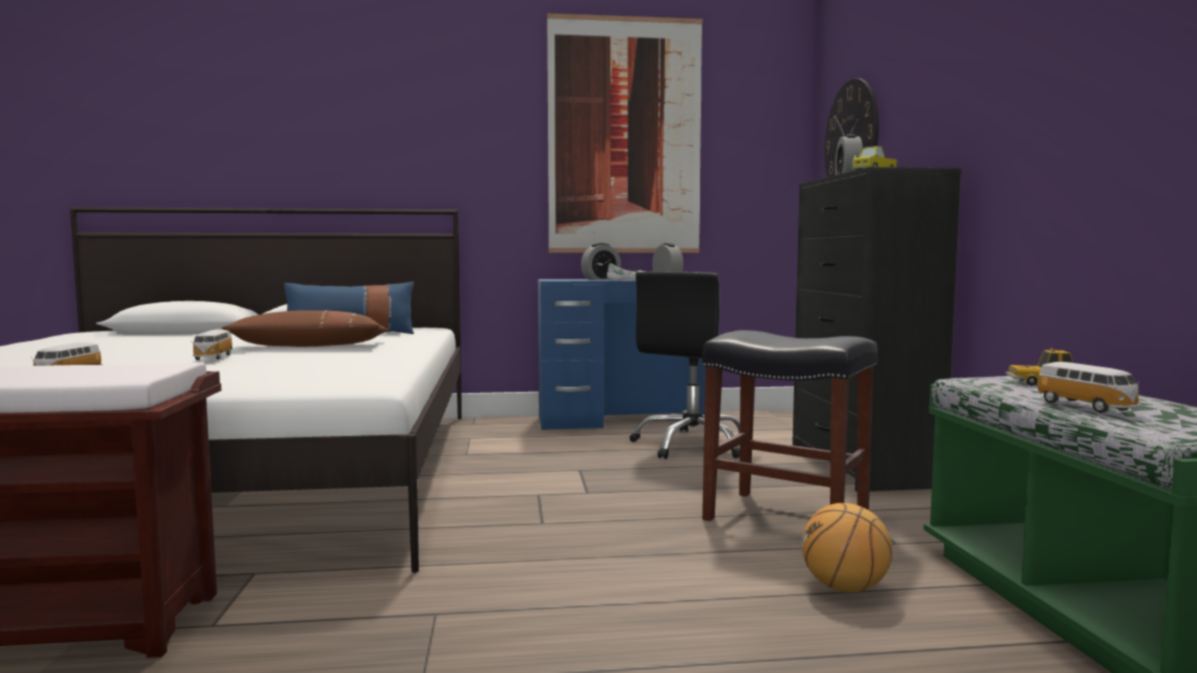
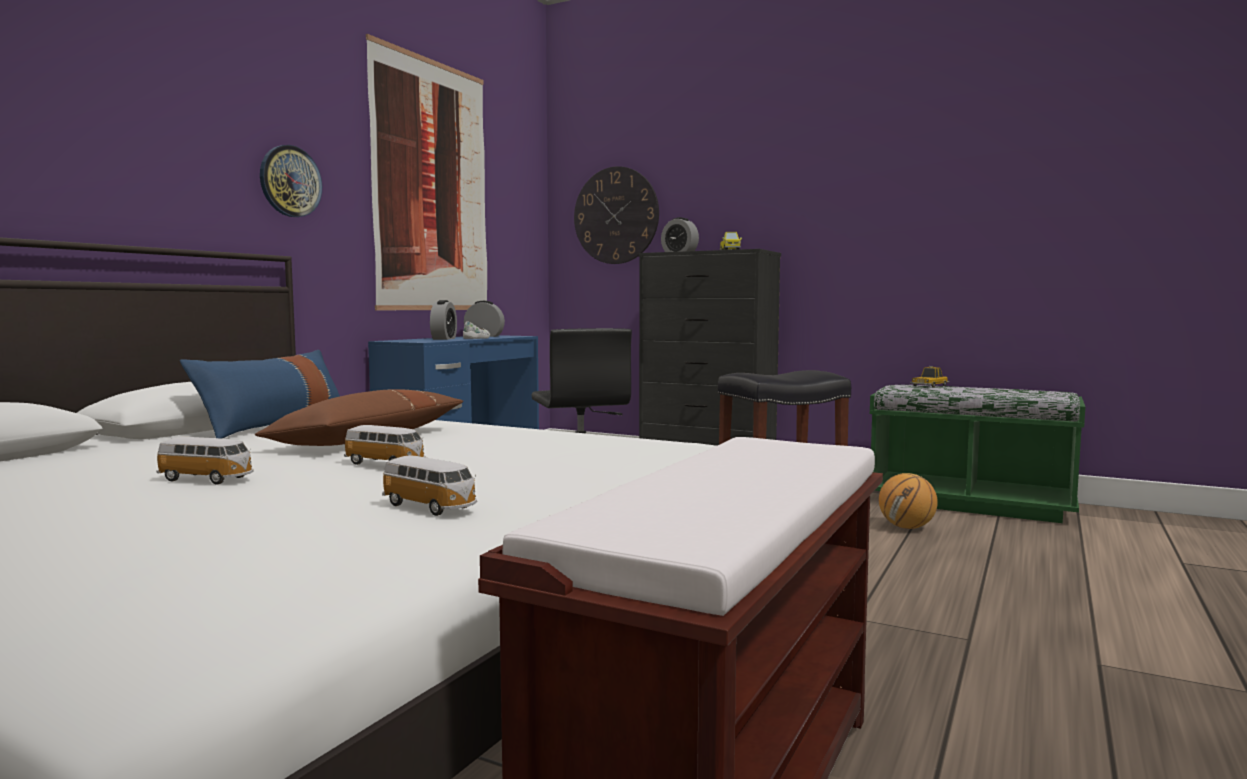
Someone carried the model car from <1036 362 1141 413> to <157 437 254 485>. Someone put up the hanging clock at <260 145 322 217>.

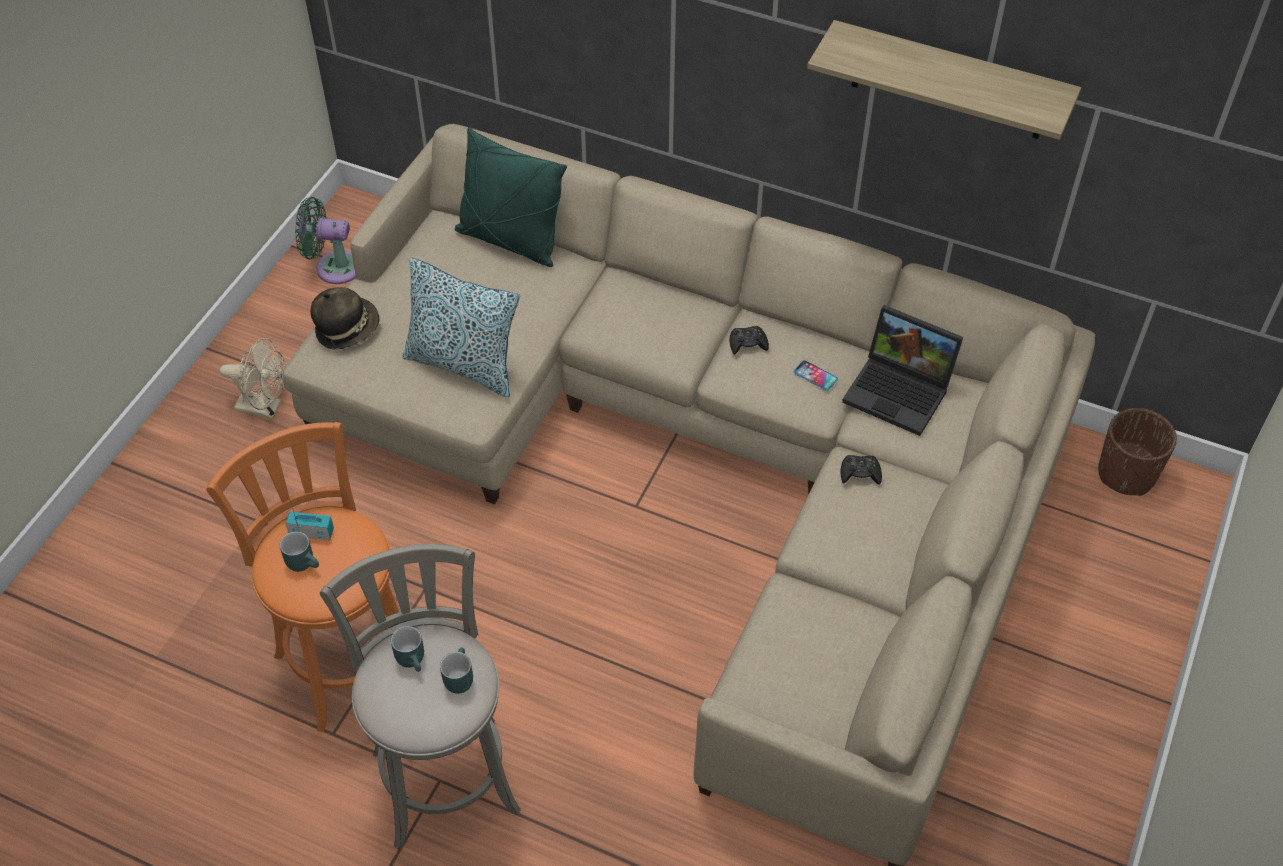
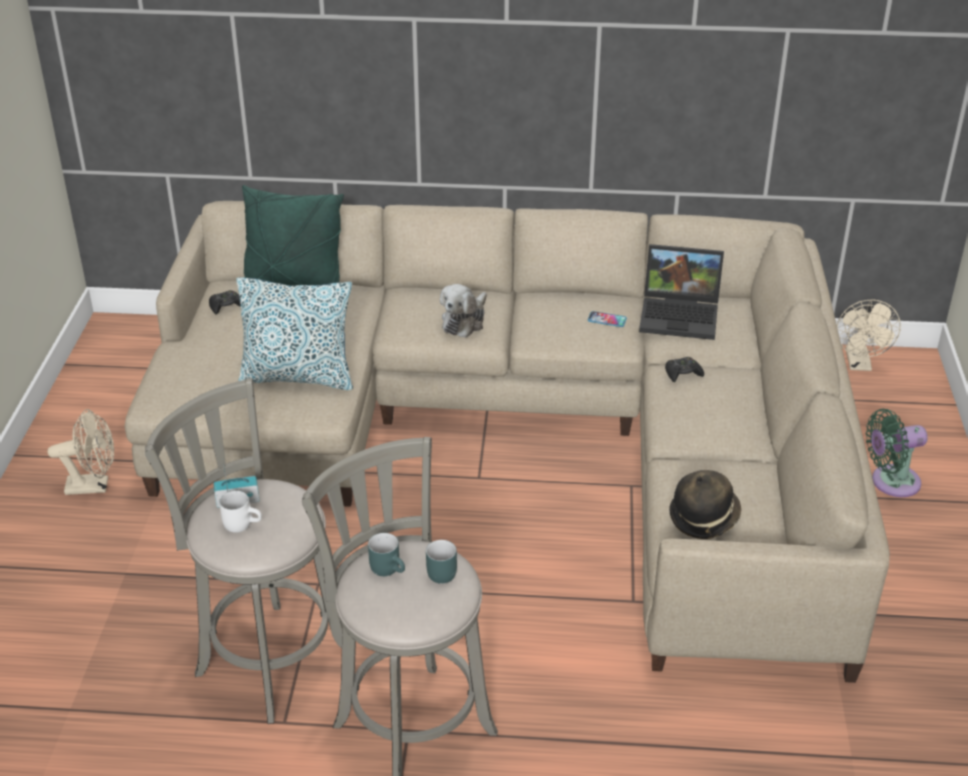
Someone repainted the sitting stool in orangey at <206 422 403 732>, which became the sitting stool in greyish at <145 378 342 724>. Someone repainted the mug in turquoise-coloured at <280 531 319 572>, which became the mug in white at <219 491 262 533>. Someone carried the electric fan in green from <295 197 356 284> to <866 409 928 497>. Someone carried the clothing hat from <310 287 379 349> to <669 470 741 539>. Someone carried the gamepad in black-coloured from <730 326 769 355> to <209 290 241 315>. Someone took away the wall shelf at <807 20 1081 140>. Someone swapped the plant pot in brownish at <1098 408 1177 496> for the electric fan in beige at <837 299 901 371>. Someone put down the cuddly toy at <440 284 487 338>.

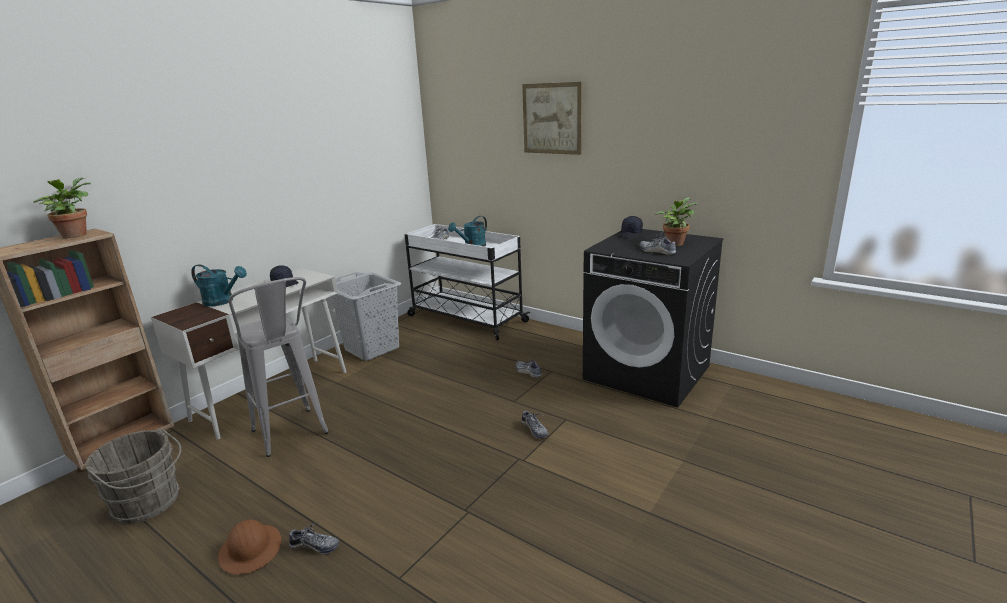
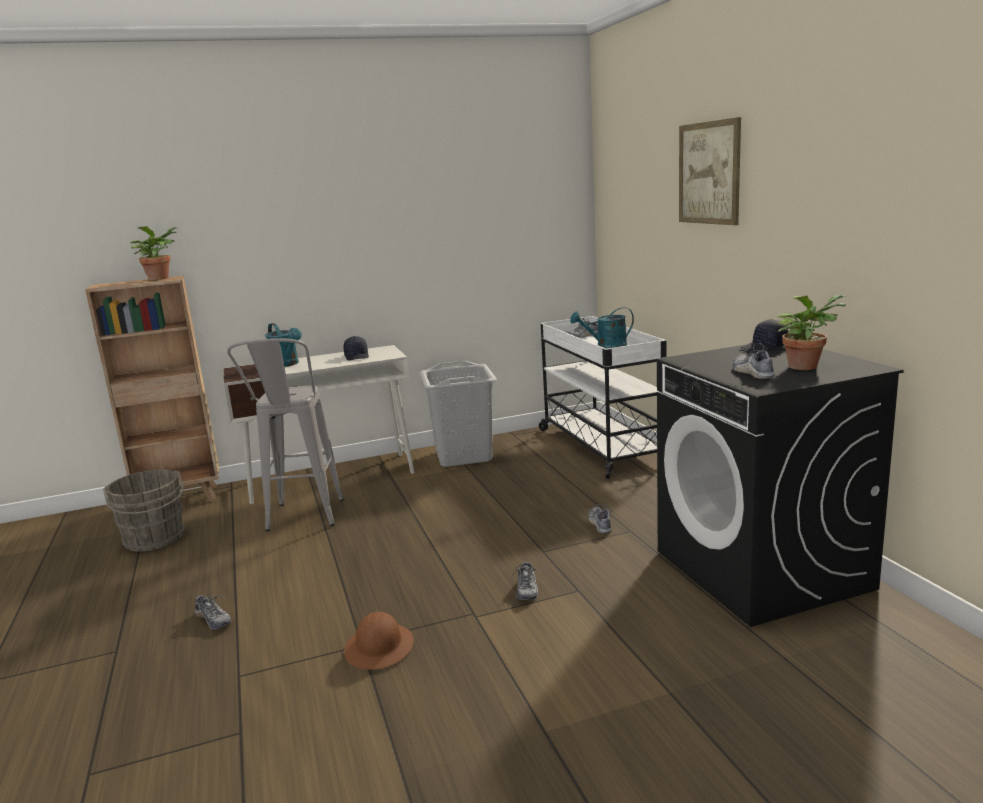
Someone carried the work helmet in brownish from <218 520 281 574> to <344 612 414 670>.

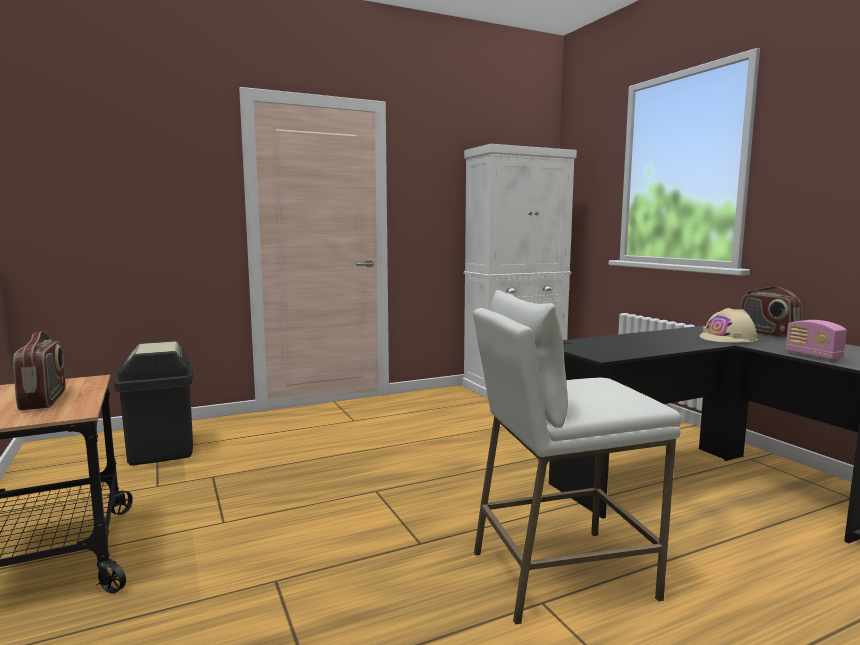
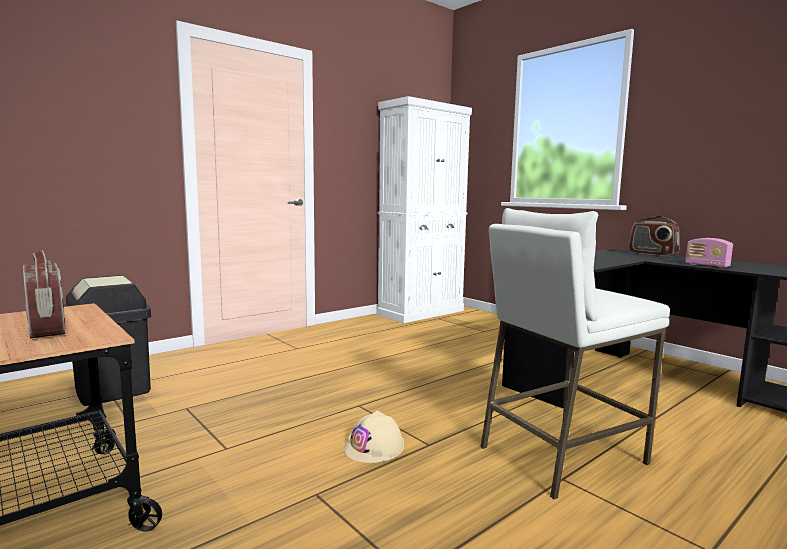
Someone carried the work helmet in beige from <699 308 757 343> to <344 411 404 463>.

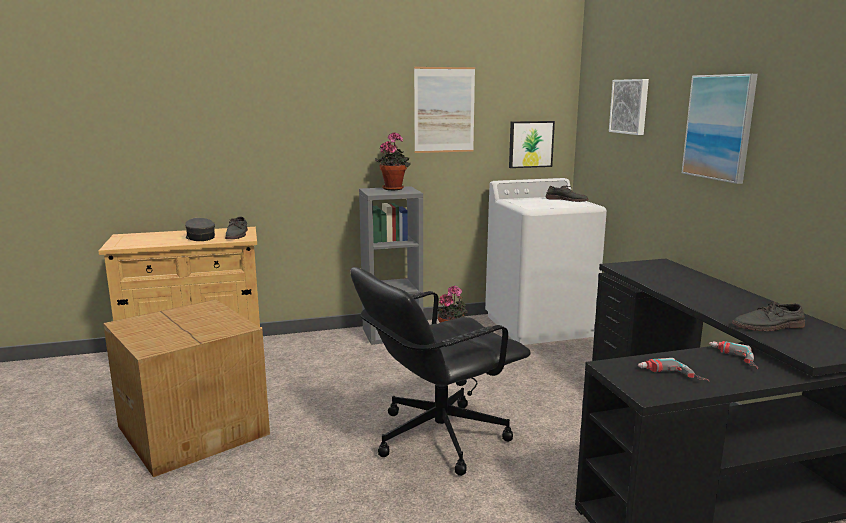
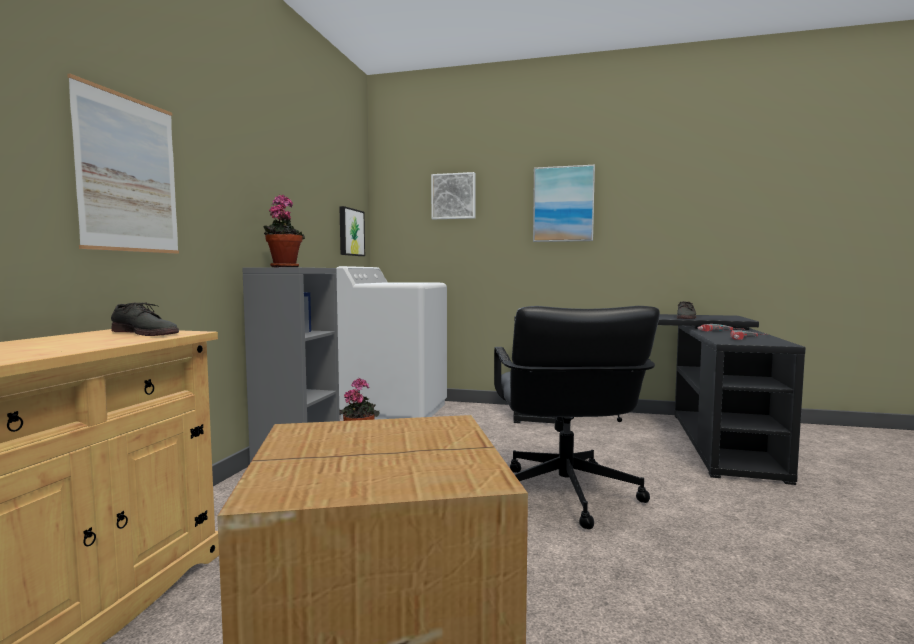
Someone took away the peaked cap in greyish at <185 218 215 241>. Someone carried the wall picture from <414 67 475 153> to <67 73 179 254>. Someone took away the shoe in greyish at <546 185 589 202>.

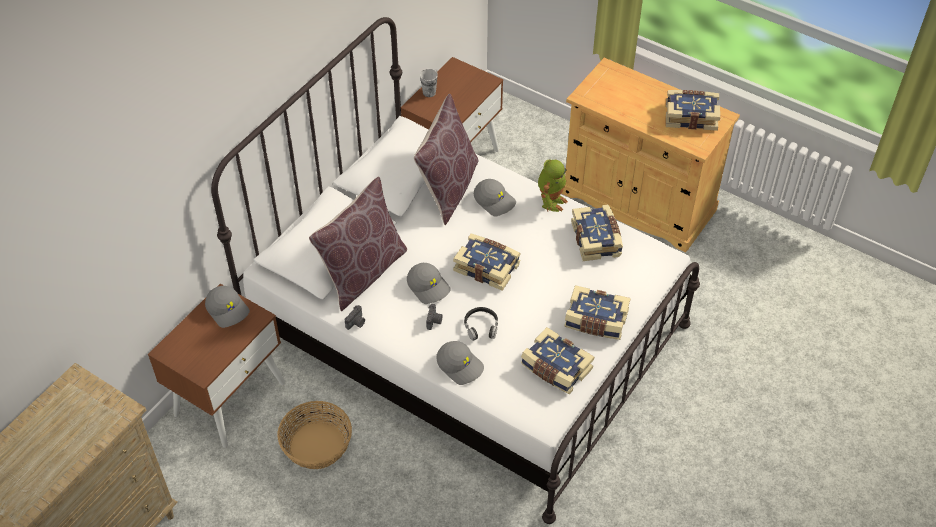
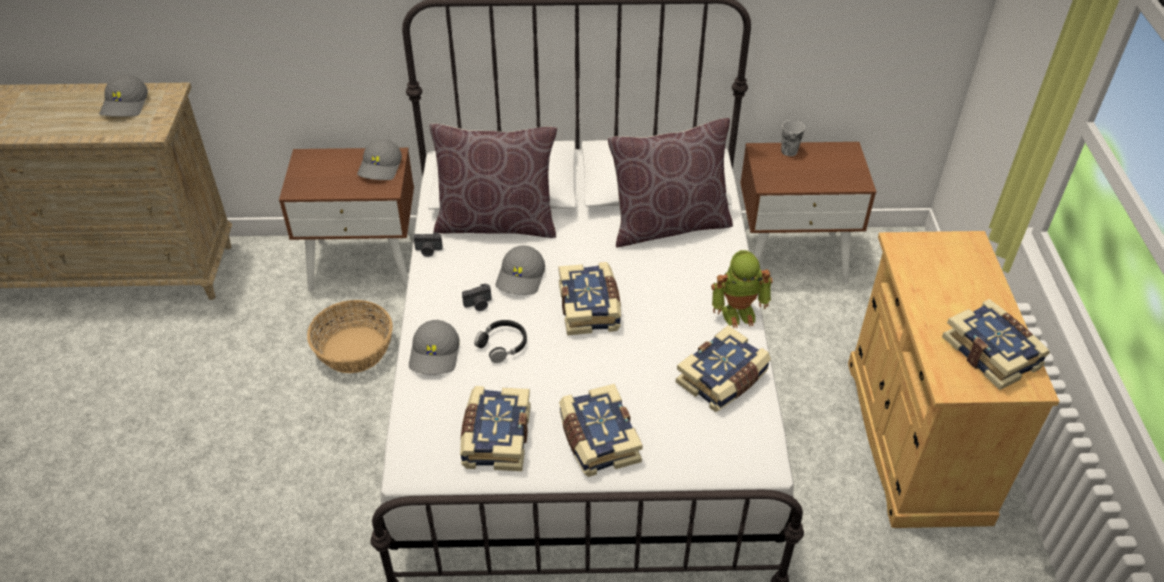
Someone carried the peaked cap in greyish from <474 179 516 217> to <99 74 148 117>.

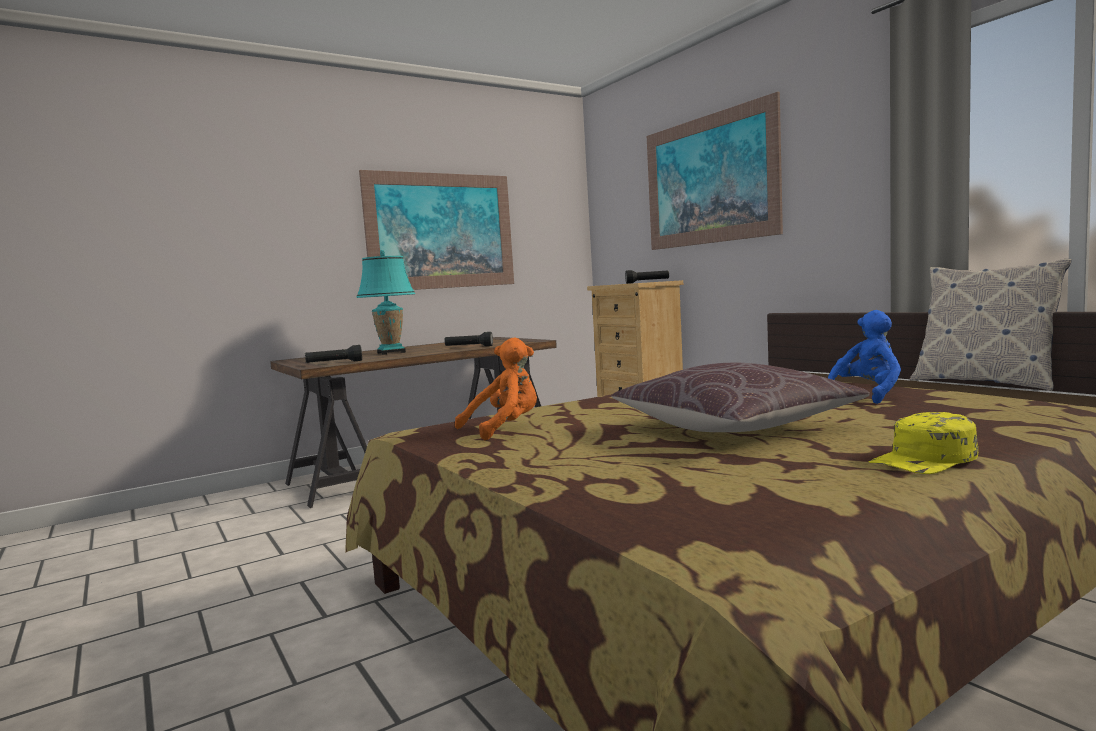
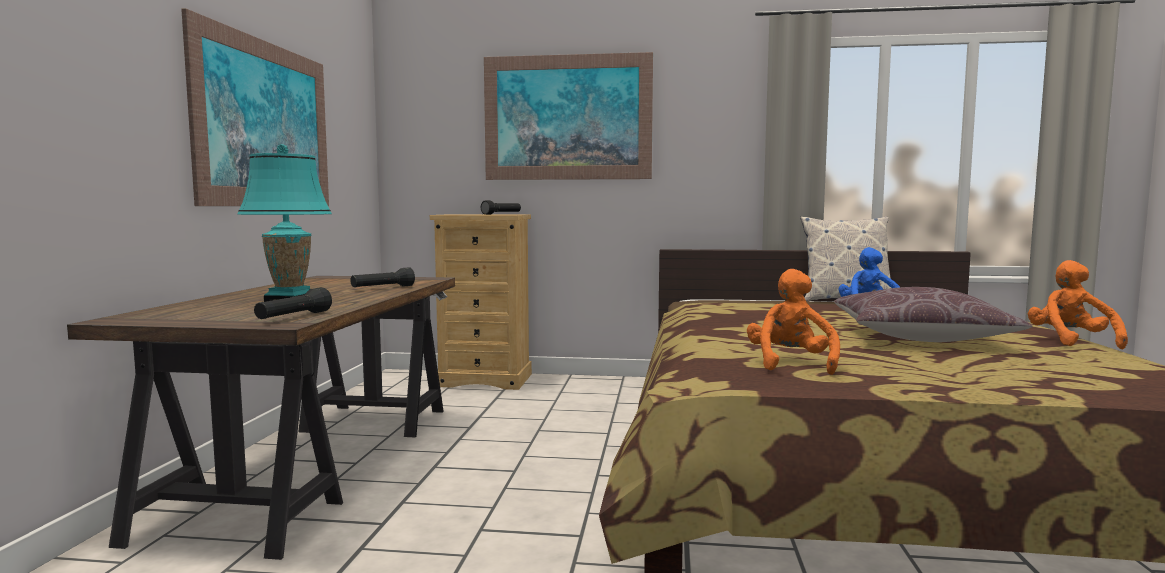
Someone swapped the peaked cap in yellow-coloured at <869 412 978 474> for the cuddly toy in orangey at <1028 260 1128 349>.

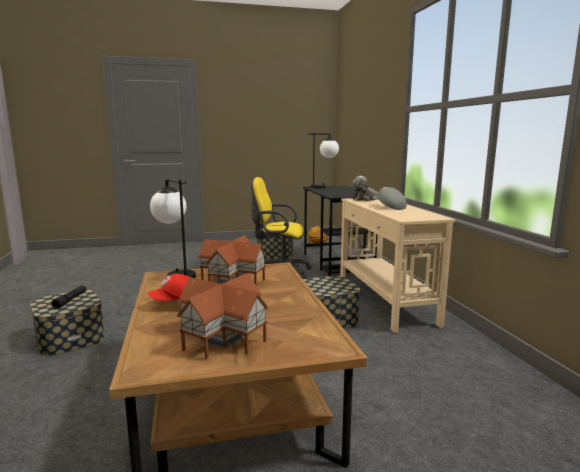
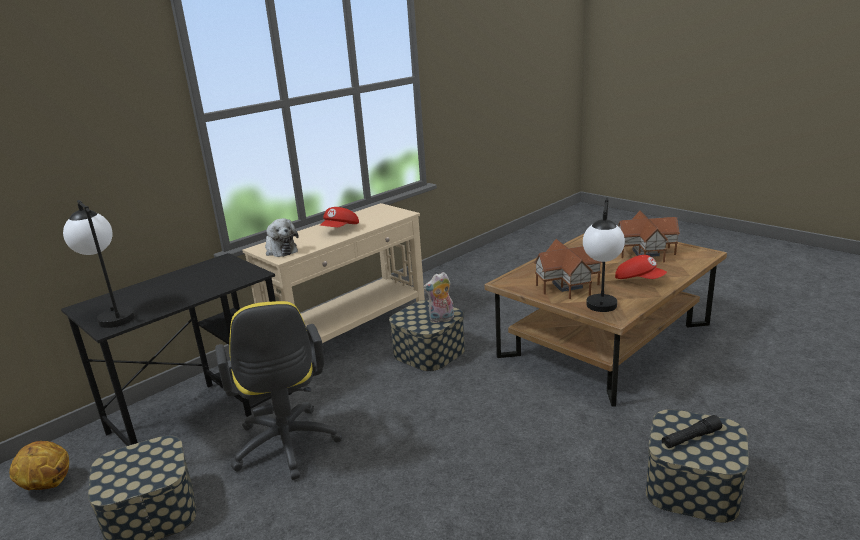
Someone repainted the peaked cap in greyish at <373 187 407 210>, which became the peaked cap in red-coloured at <320 207 359 227>. Someone put down the cuddly toy at <423 272 454 322>.

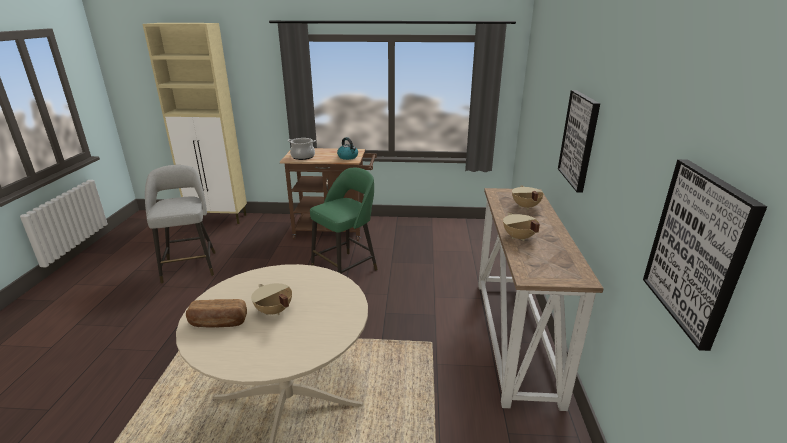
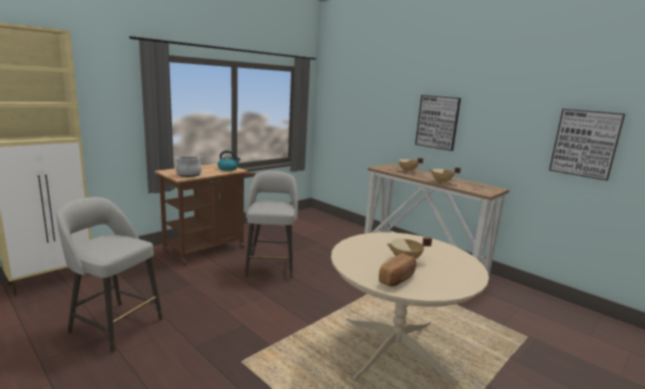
Someone repainted the sitting stool in green at <310 168 378 273>, which became the sitting stool in greyish at <245 171 298 279>.

